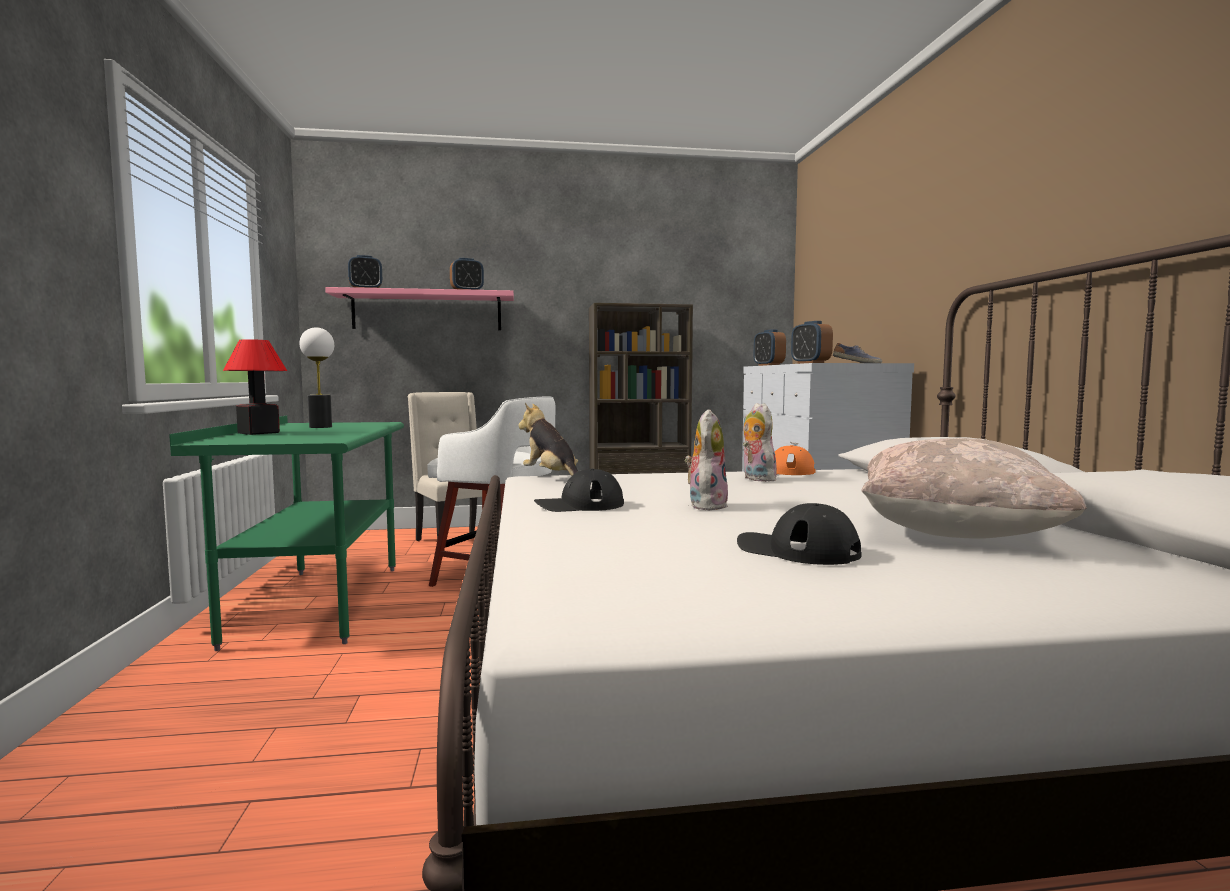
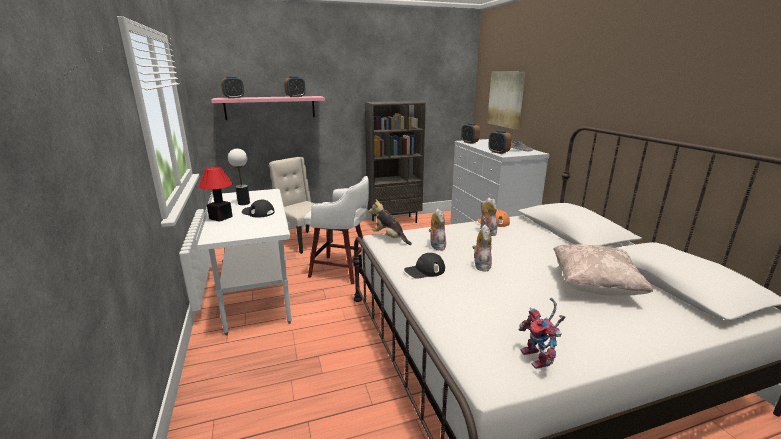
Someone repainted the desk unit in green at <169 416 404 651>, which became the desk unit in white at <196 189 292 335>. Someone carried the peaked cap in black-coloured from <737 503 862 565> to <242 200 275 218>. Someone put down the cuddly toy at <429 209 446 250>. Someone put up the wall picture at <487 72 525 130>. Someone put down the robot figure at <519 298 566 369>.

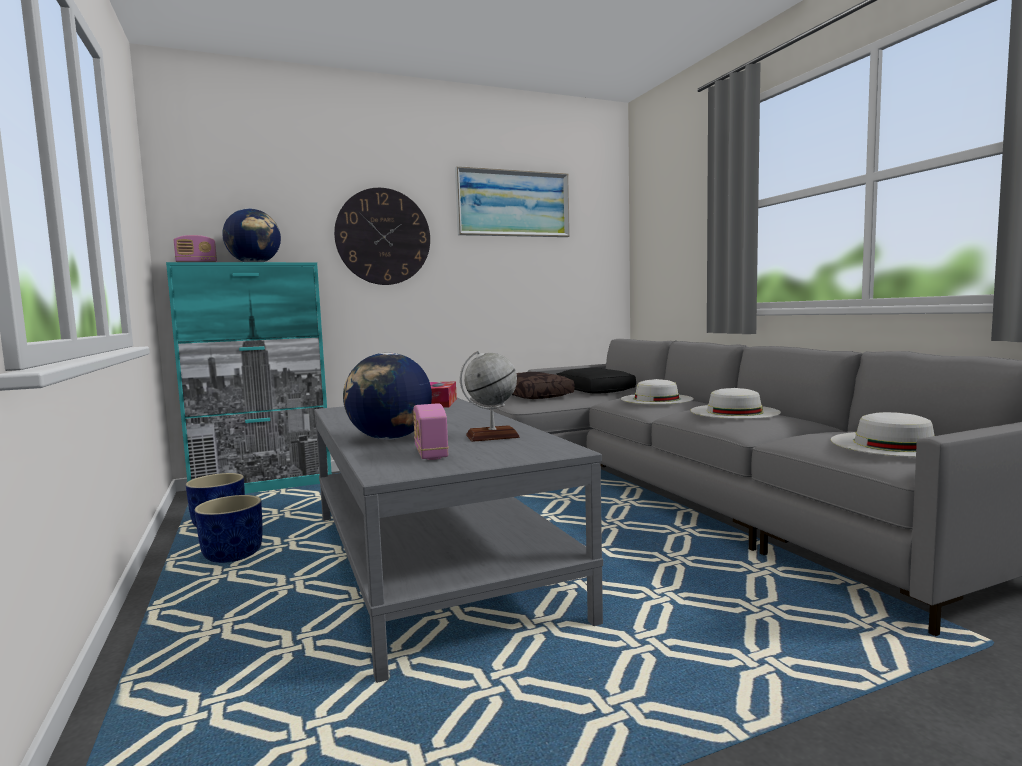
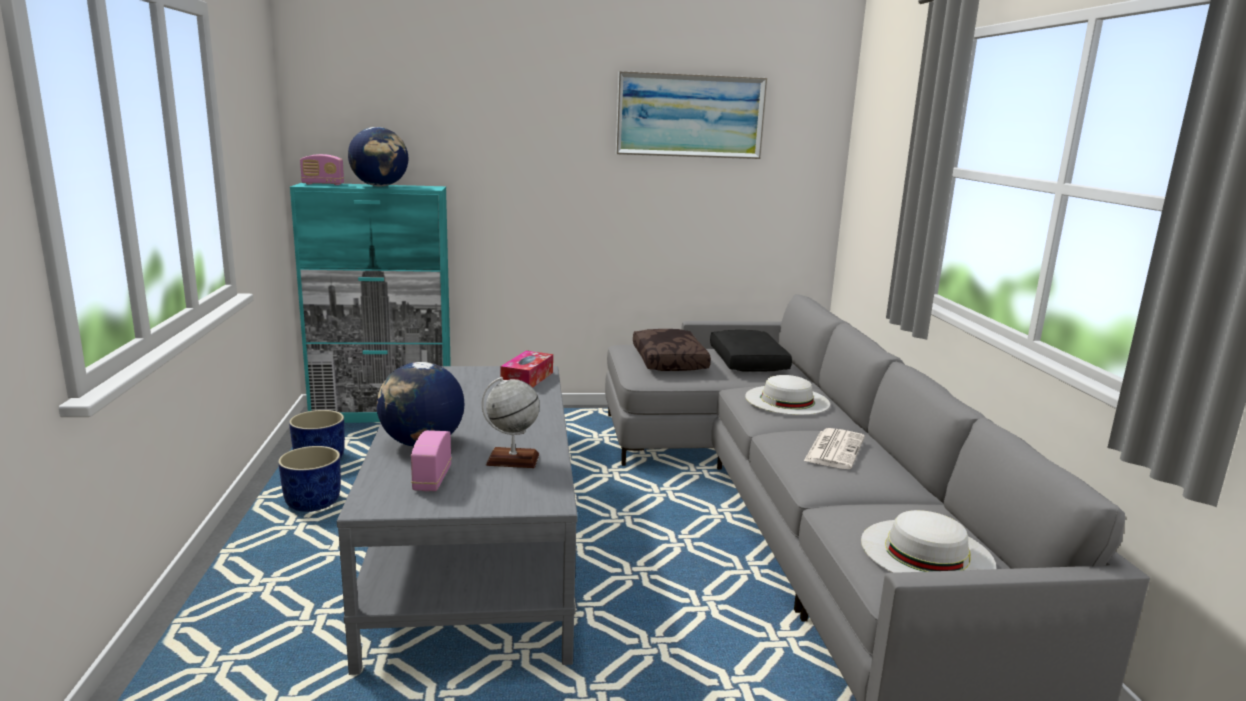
Someone took away the hanging clock at <334 188 430 285>. Someone swapped the clothing hat in white at <690 388 781 419> for the printed paper at <804 428 865 469>.

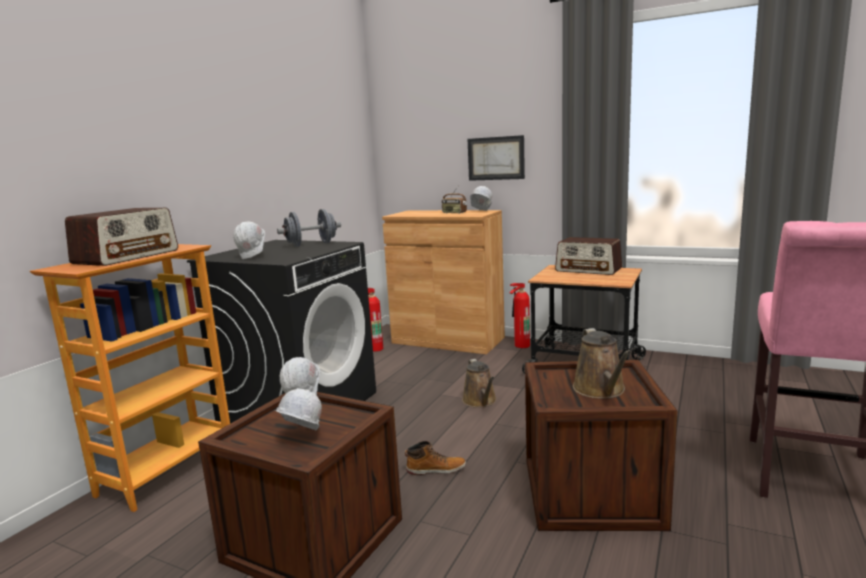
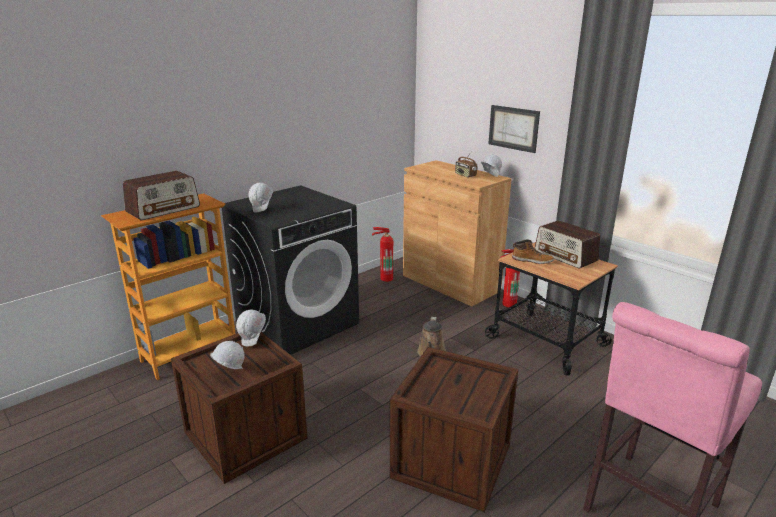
Someone took away the dumbbell in greyish at <277 209 341 247>. Someone carried the boot from <405 441 466 475> to <512 239 554 264>. Someone took away the sprinkling can in brownish at <573 328 632 399>.

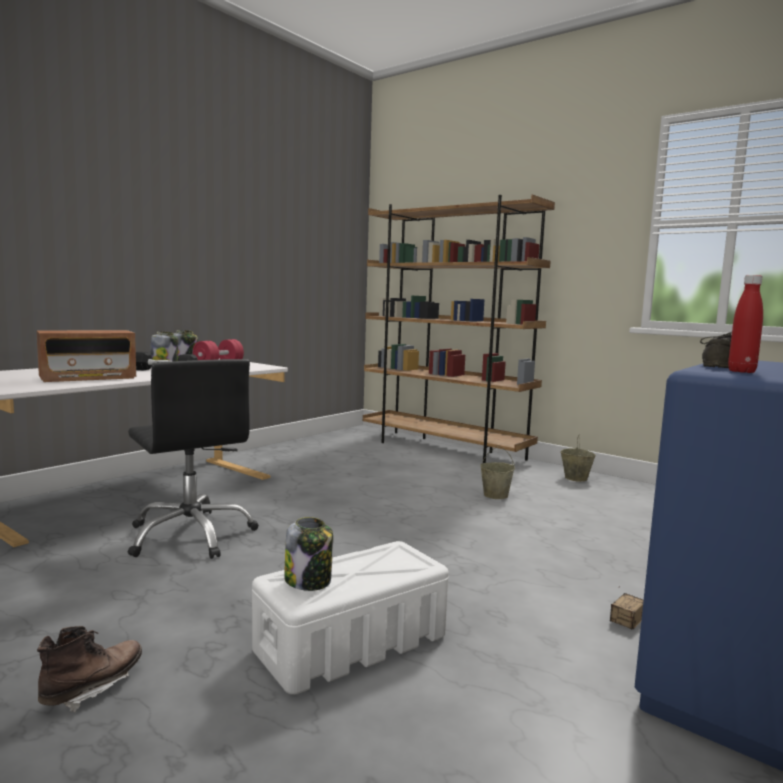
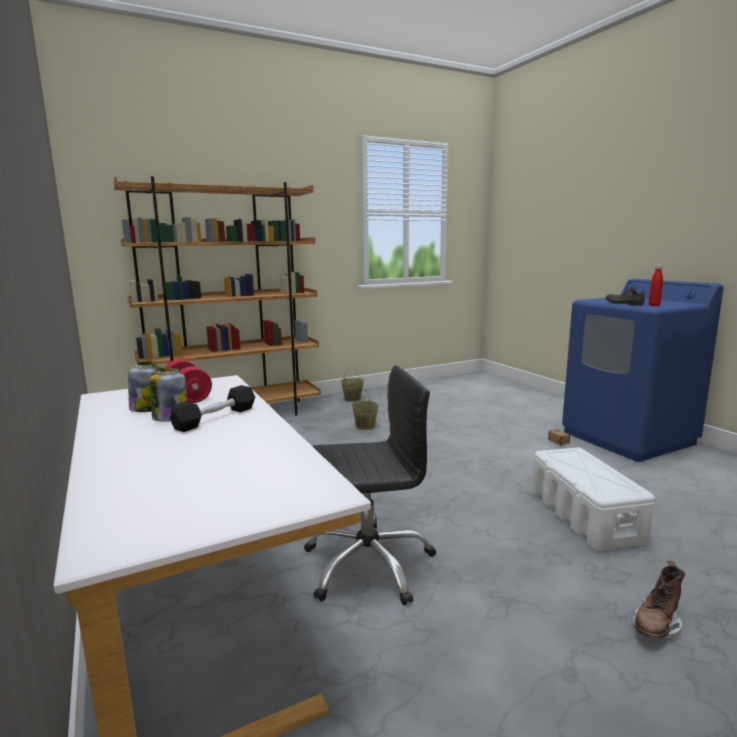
Someone took away the radio receiver at <36 330 136 382>. Someone rotated the boot in brownish at <37 626 142 712> by 105 degrees counterclockwise. Someone took away the jar at <284 517 333 591>.

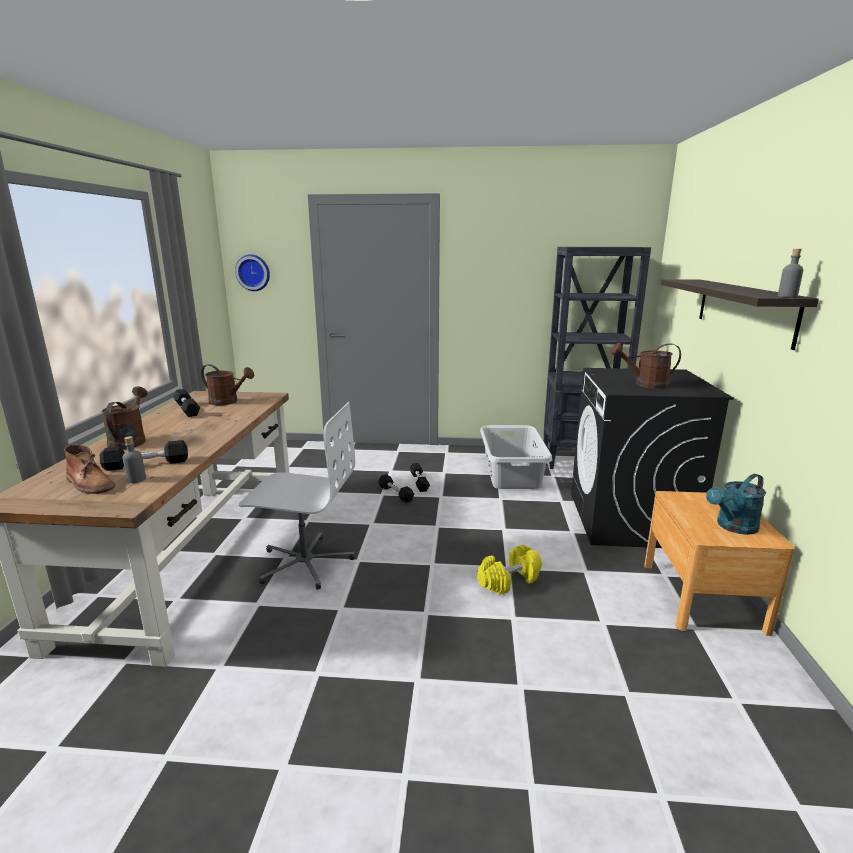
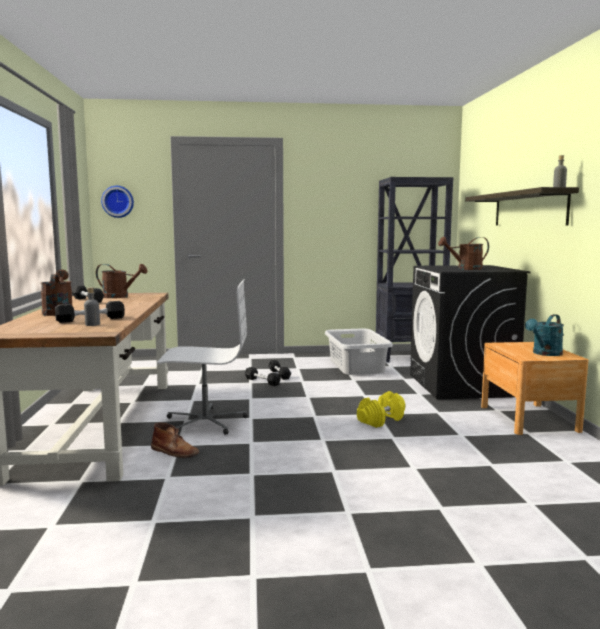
Someone carried the boot in brownish from <64 444 115 494> to <151 423 199 458>.

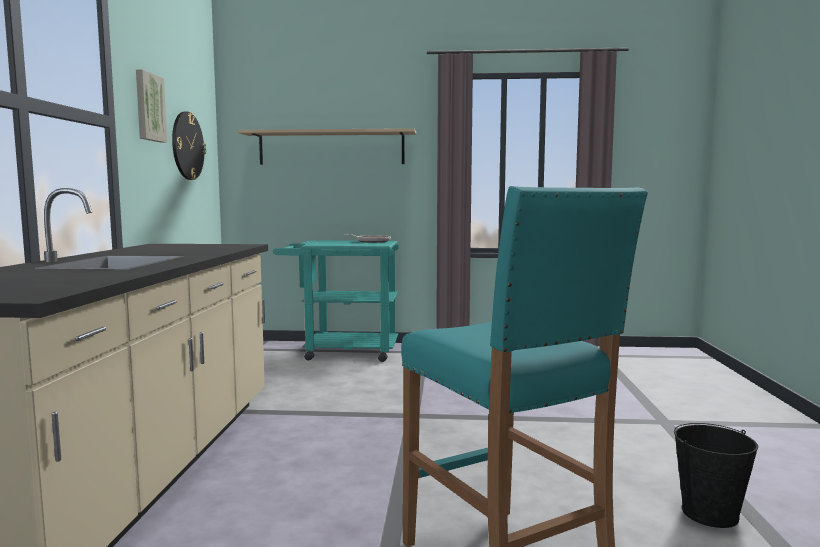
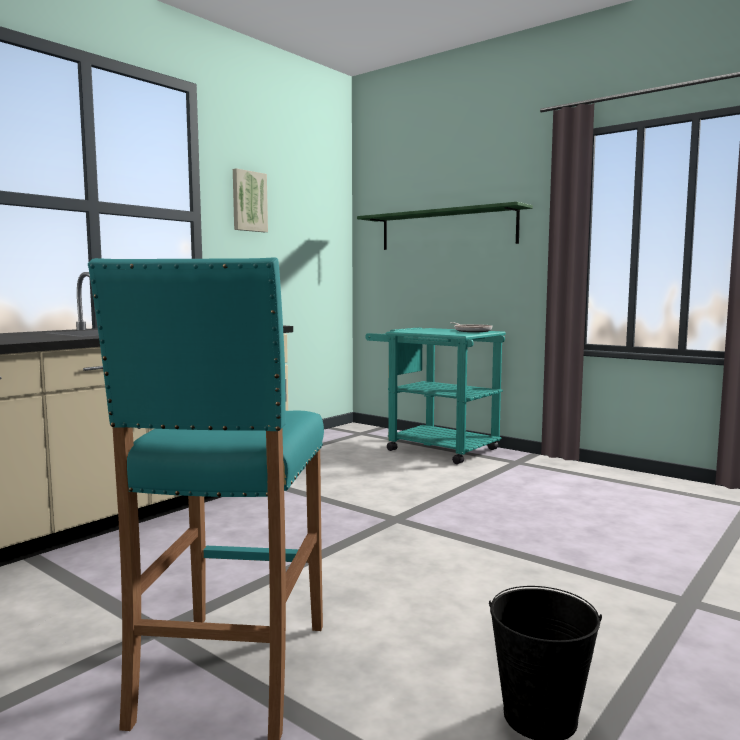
Someone took away the hanging clock at <172 112 206 180>. Someone repainted the wall shelf in beige at <238 128 416 165>, which became the wall shelf in green at <357 202 533 250>.

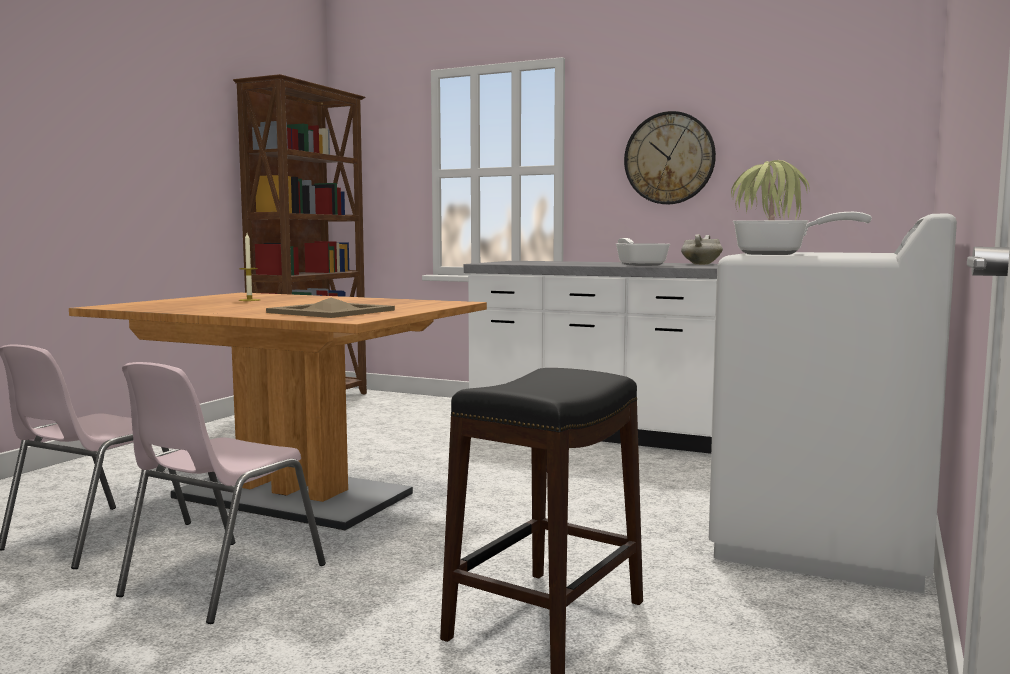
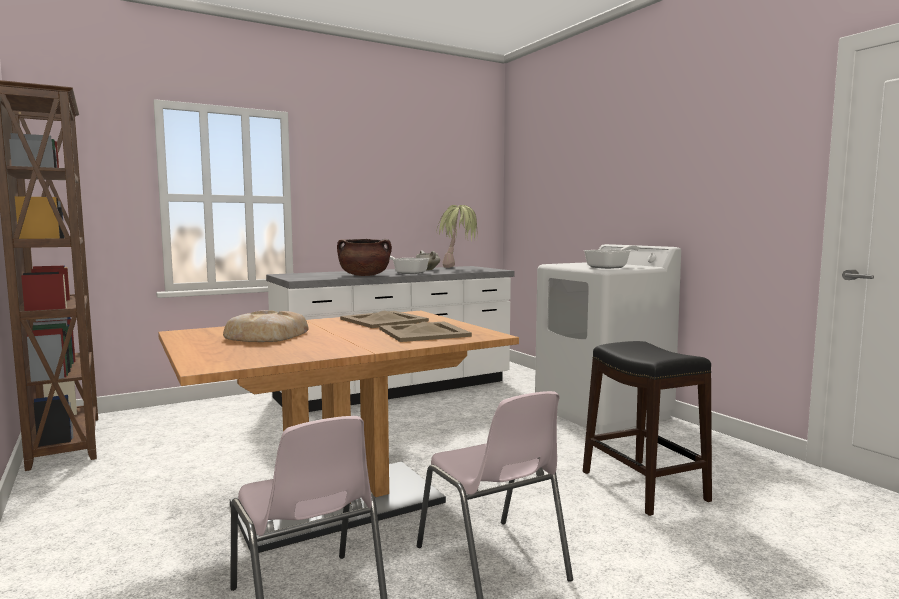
Someone swapped the candle at <239 233 260 301> for the bakery bread at <223 310 309 342>. Someone took away the hanging clock at <624 111 716 204>. Someone put down the cooking pot in brownish at <337 239 392 276>. Someone put down the carrying tray in beige at <340 311 429 328>.

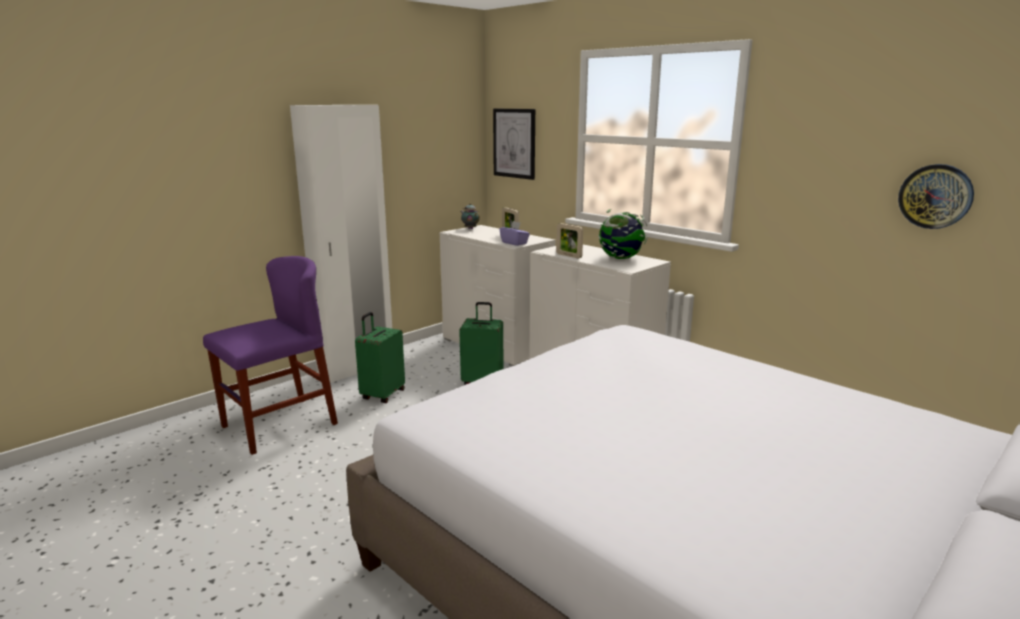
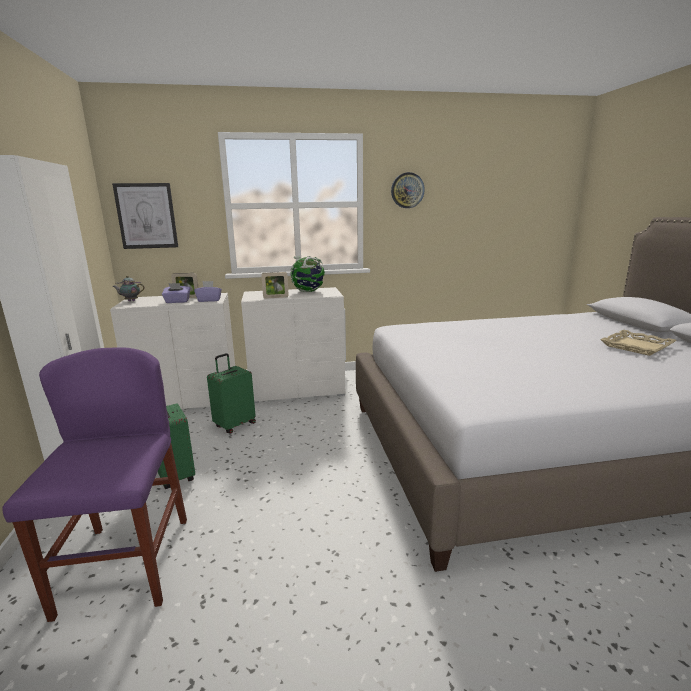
Someone carried the hanging clock from <898 164 974 229> to <391 172 425 208>. Someone put down the box of tissues in purple at <162 283 190 303>. Someone put down the carrying tray in beige at <600 330 677 356>.

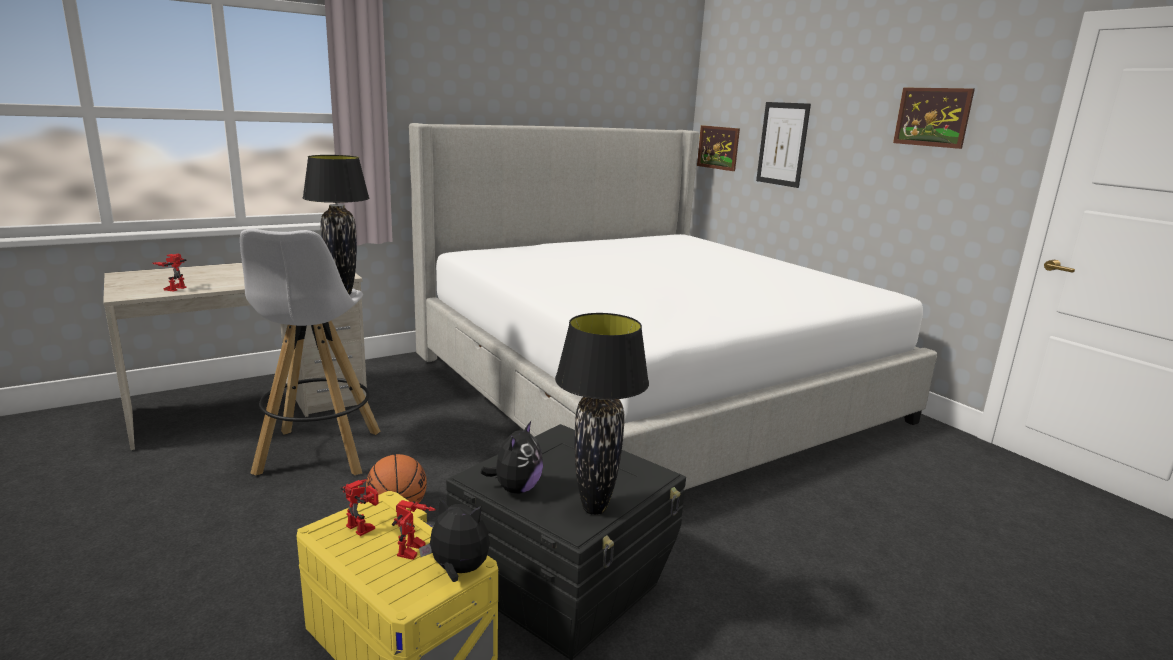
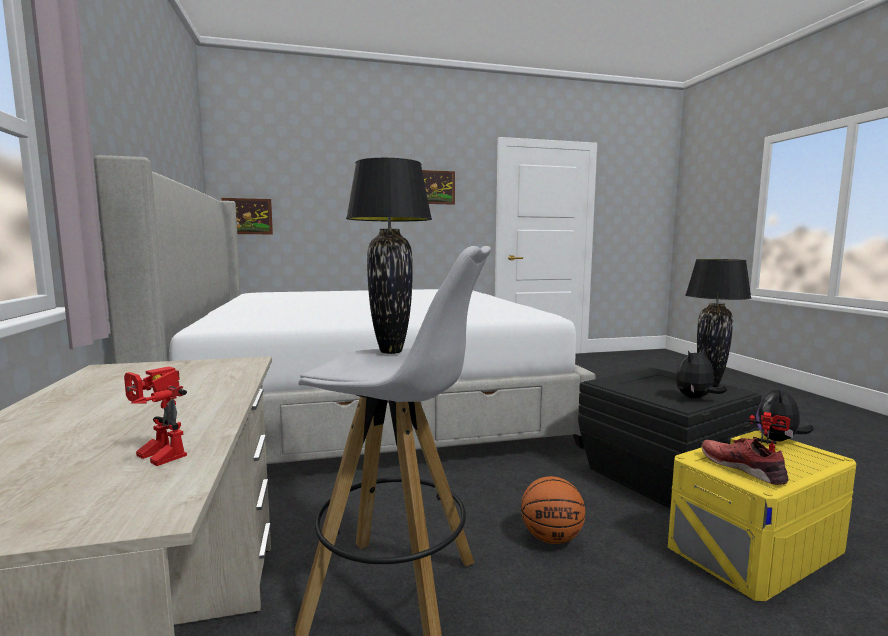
Someone swapped the robot figure at <340 479 379 536> for the shoe in red-coloured at <702 438 789 485>. Someone rotated the cuddly toy at <480 421 543 494> by 75 degrees counterclockwise. Someone took away the wall picture at <756 102 811 188>.

